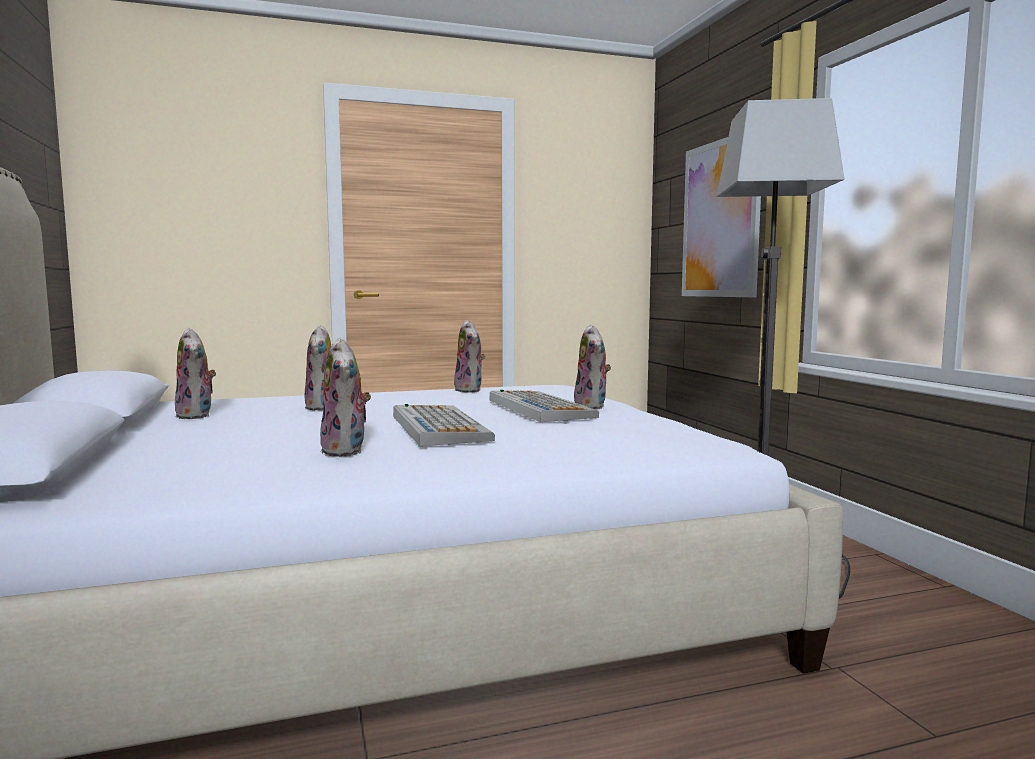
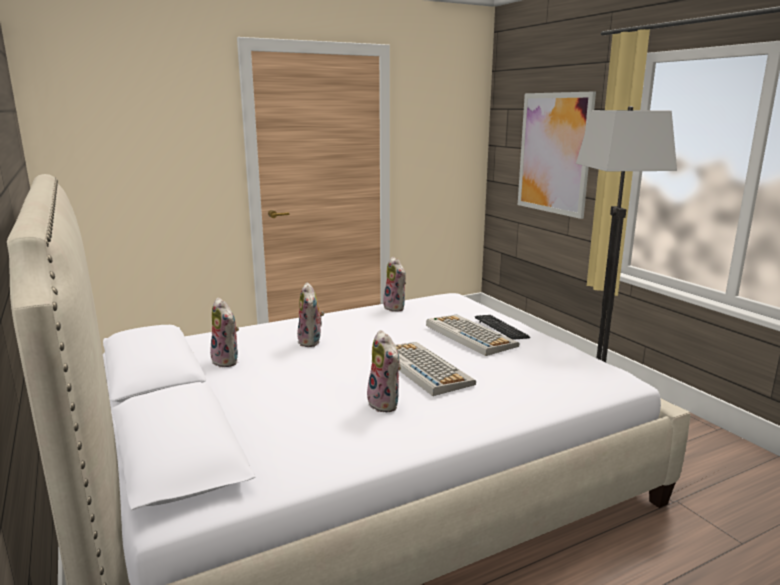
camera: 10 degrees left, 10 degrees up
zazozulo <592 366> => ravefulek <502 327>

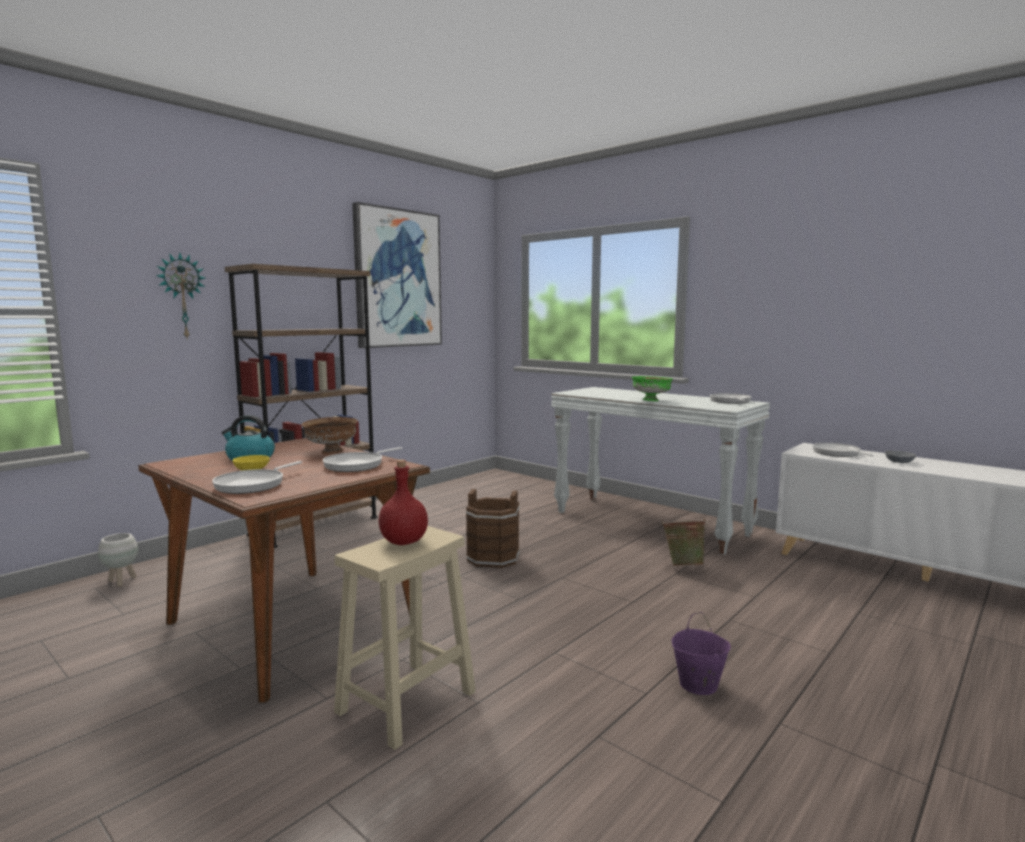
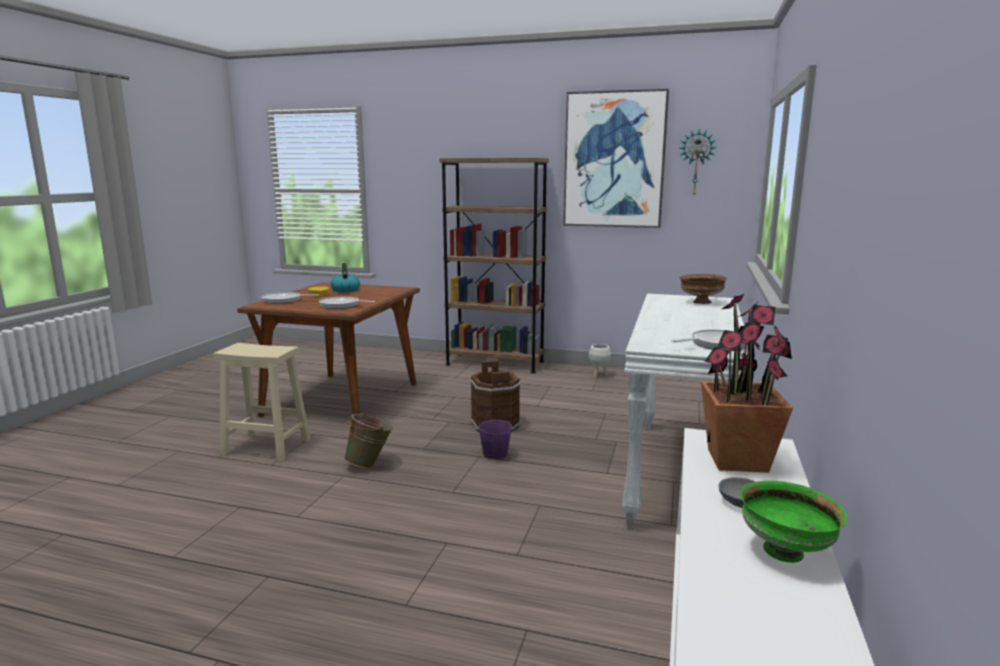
camera: 65 degrees right, 5 degrees up
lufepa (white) <118 560> => lufepa (white) <600 361>, move
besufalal <180 295> => besufalal <698 161>, move
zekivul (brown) <329 435> => zekivul (brown) <703 289>, move
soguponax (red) <403 502> => nothing
zekivul (green) <652 388> => zekivul (green) <793 522>, move
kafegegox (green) <684 542> => kafegegox (green) <368 440>, move
kafegegox (purple) <701 653> => kafegegox (purple) <495 433>, move
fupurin <842 450> => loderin <747 383>

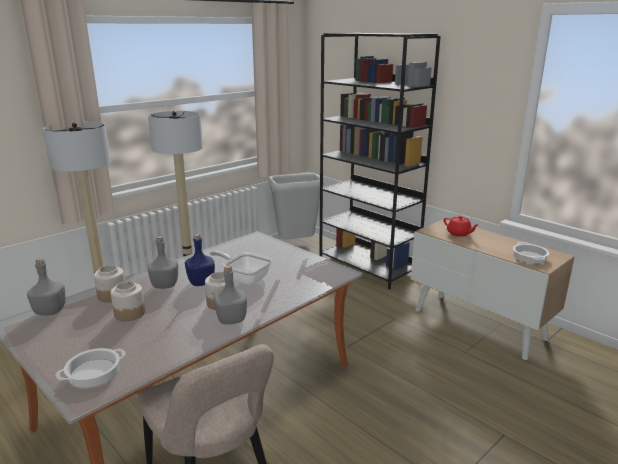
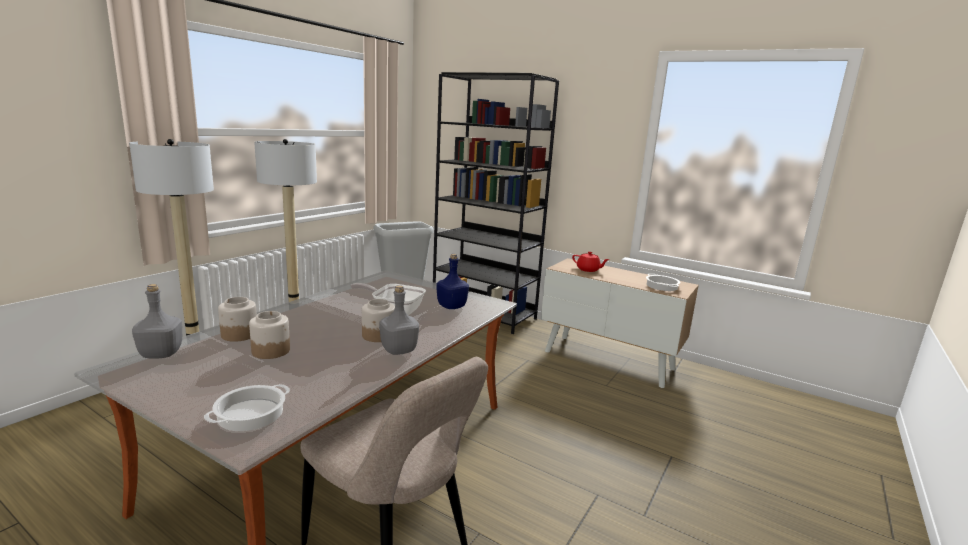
camera: 15 degrees left, 5 degrees down
soguponax (grey) <163 262> => nothing
soguponax (blue) <200 260> => soguponax (blue) <452 281>, move

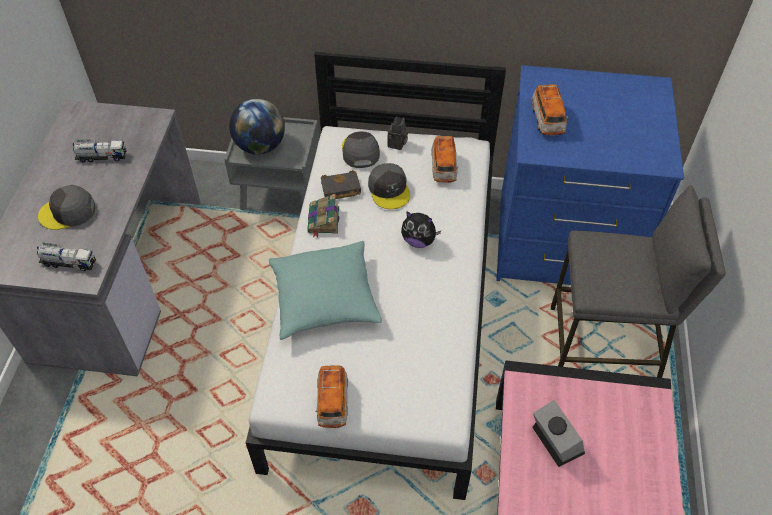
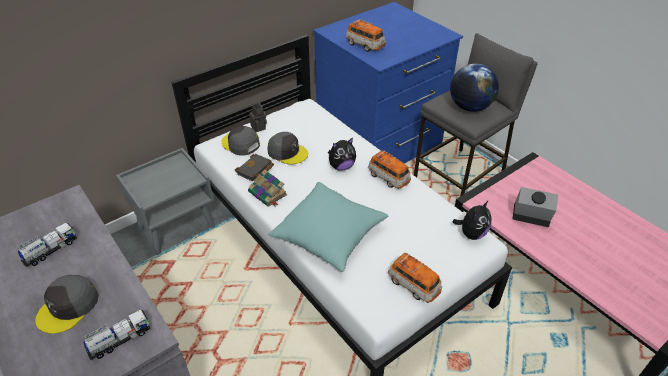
camera: 45 degrees left, 10 degrees down
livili <257 127> => livili <474 88>, move
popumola <444 159> => popumola <389 170>, move
nothing => zazozulo <471 220>

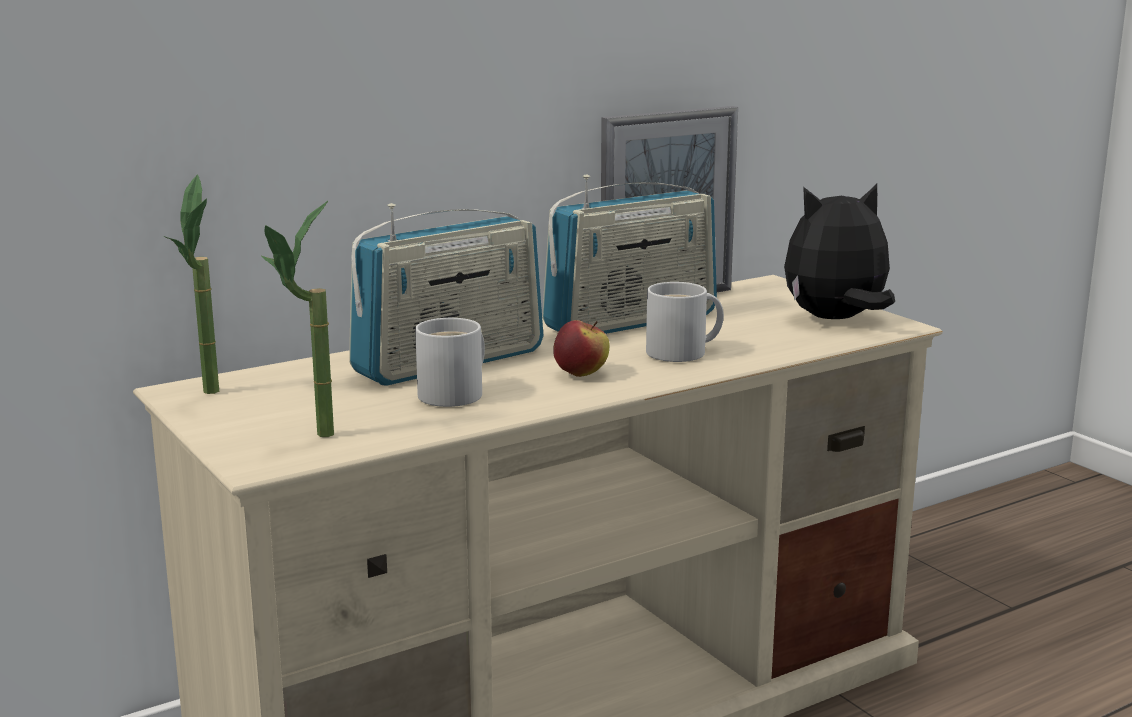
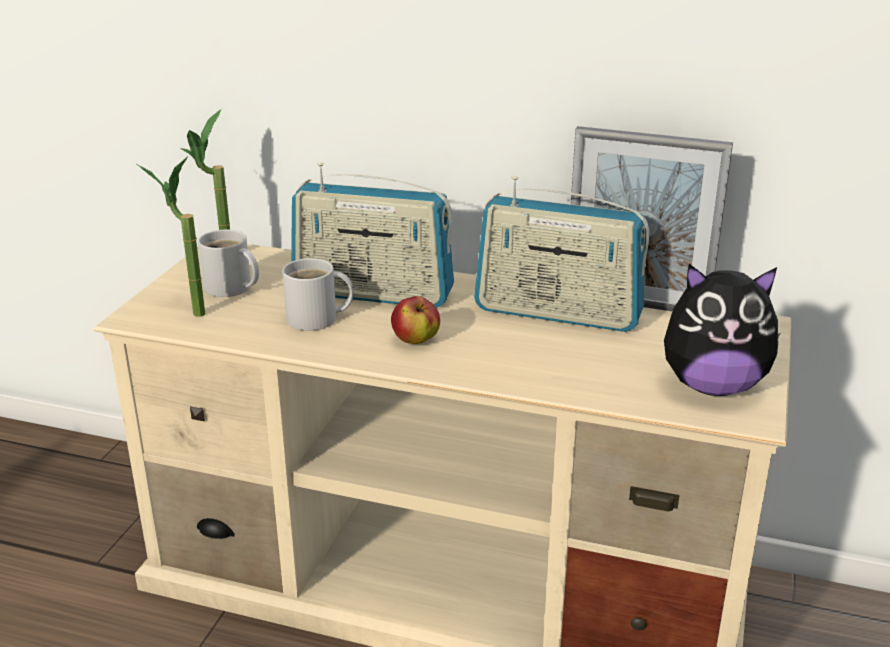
camera: 50 degrees right, 10 degrees up
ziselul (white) <685 322> => ziselul (white) <228 263>, move
zazozulo <839 251> => zazozulo <722 330>, 150 degrees clockwise

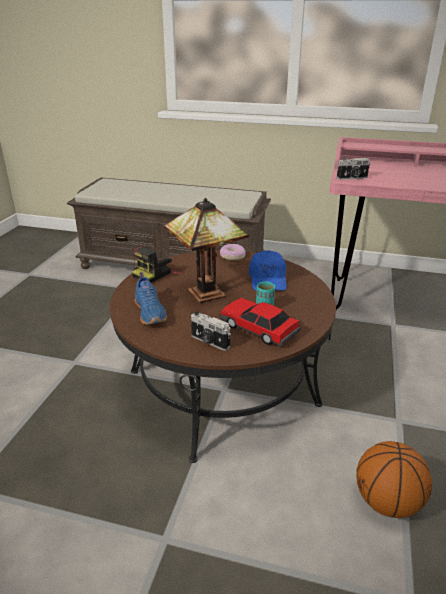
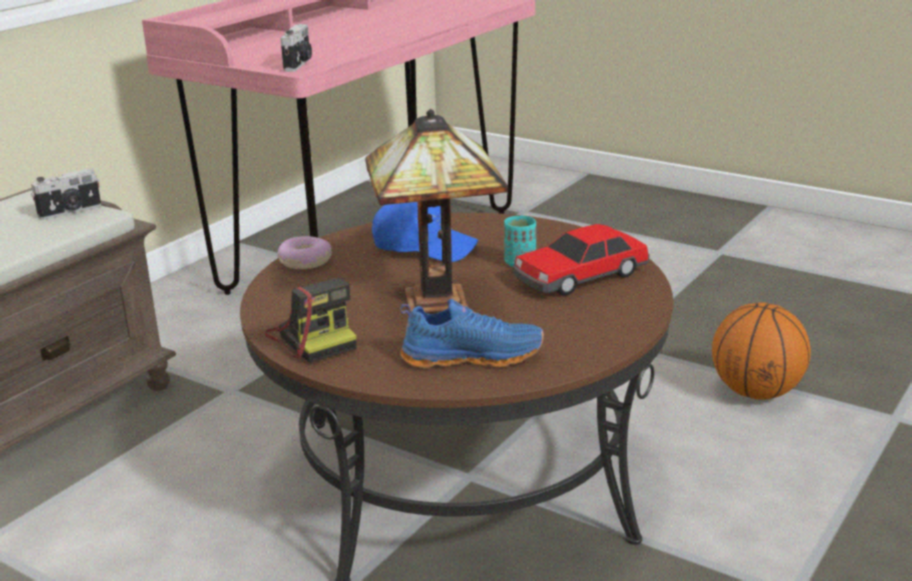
camera: 70 degrees left, 5 degrees down
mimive <211 331> => mimive <66 194>, move

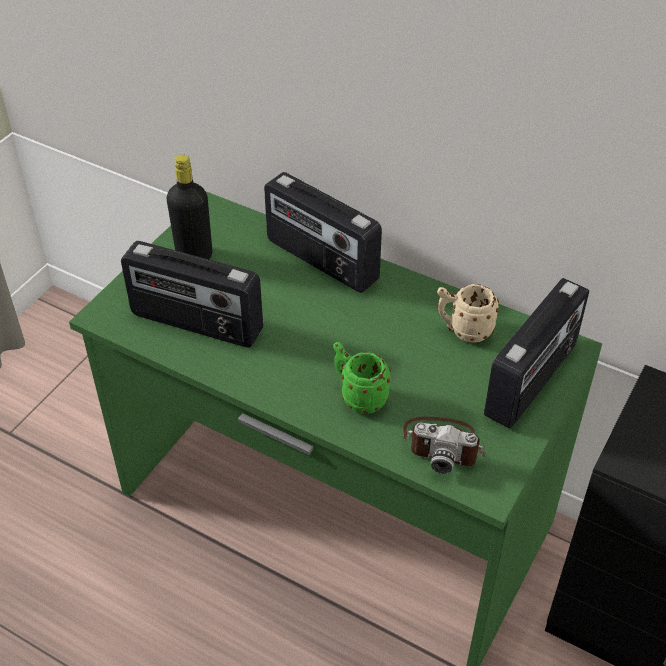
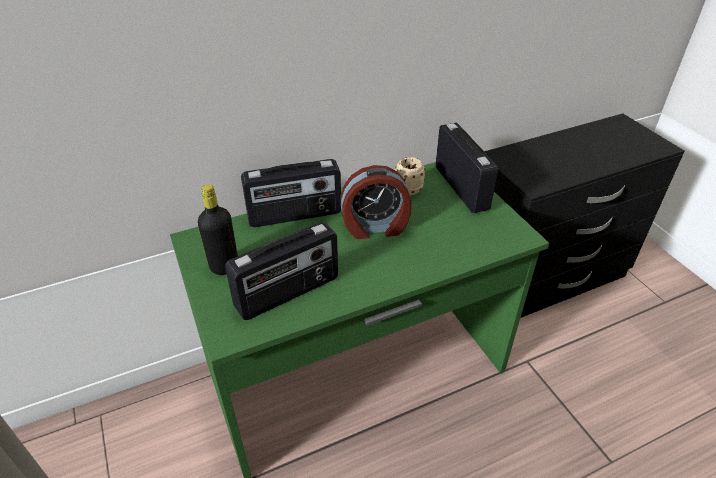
camera: 55 degrees left, 5 degrees down
ziselul (green) <362 378> => nothing
mimive <444 445> => nothing
nothing => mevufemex <375 202>

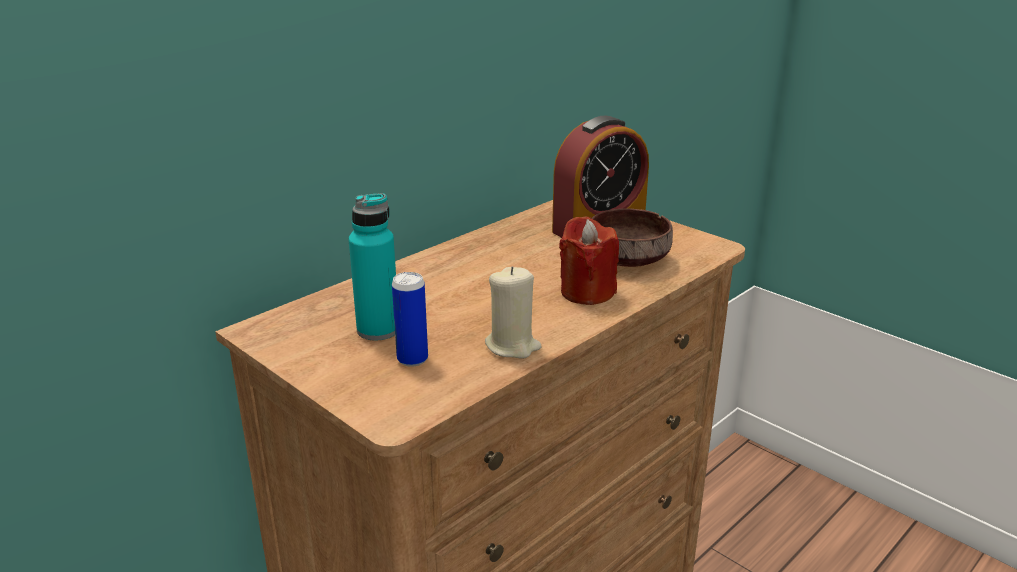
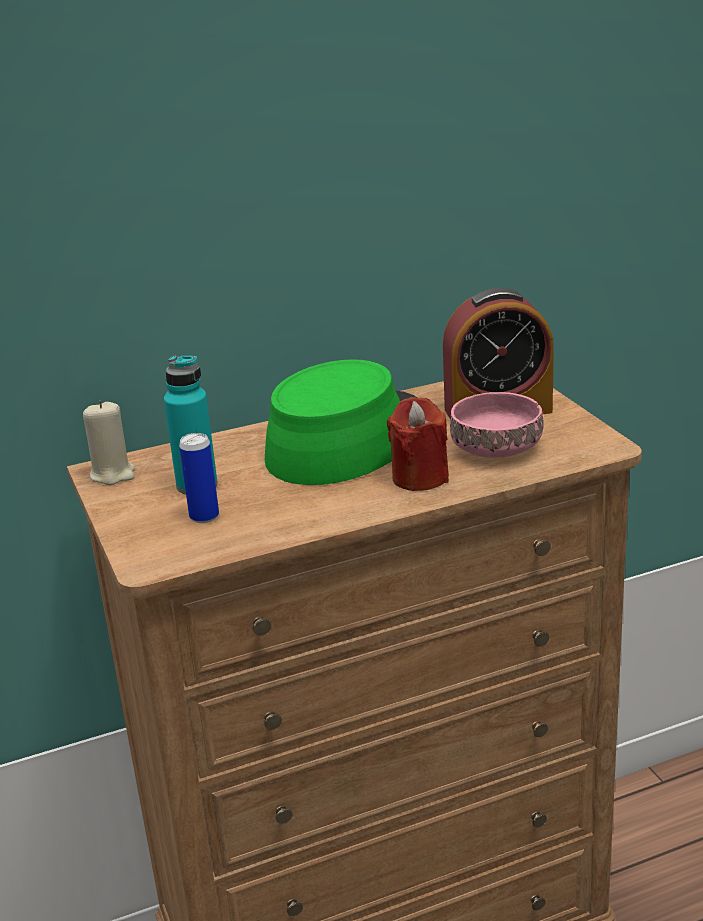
camera: 25 degrees right, 0 degrees up
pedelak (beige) <513 312> => pedelak (beige) <109 443>, move
zekivul (brown) <632 237> => zekivul (pink) <497 425>
nothing => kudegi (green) <341 422>

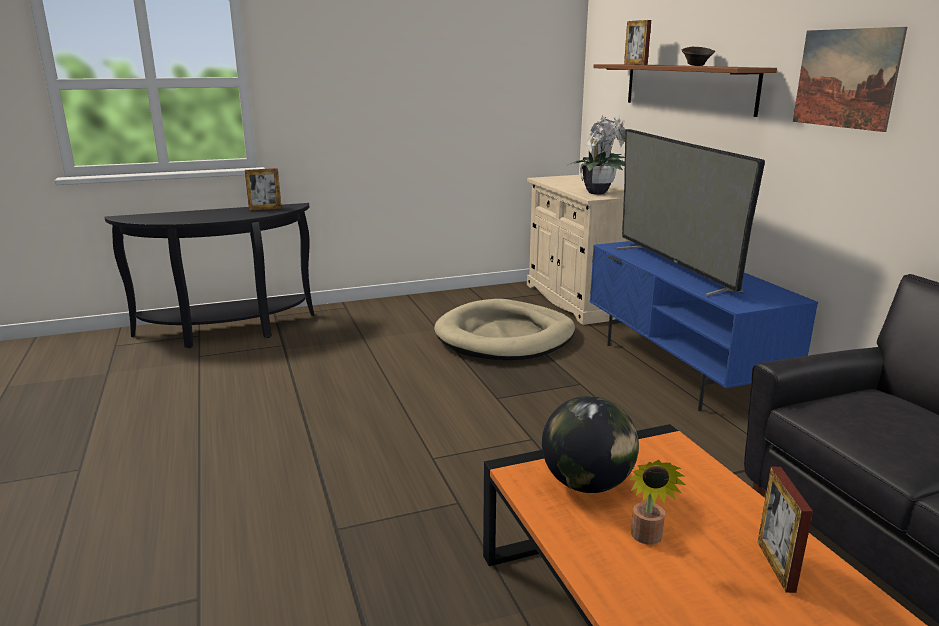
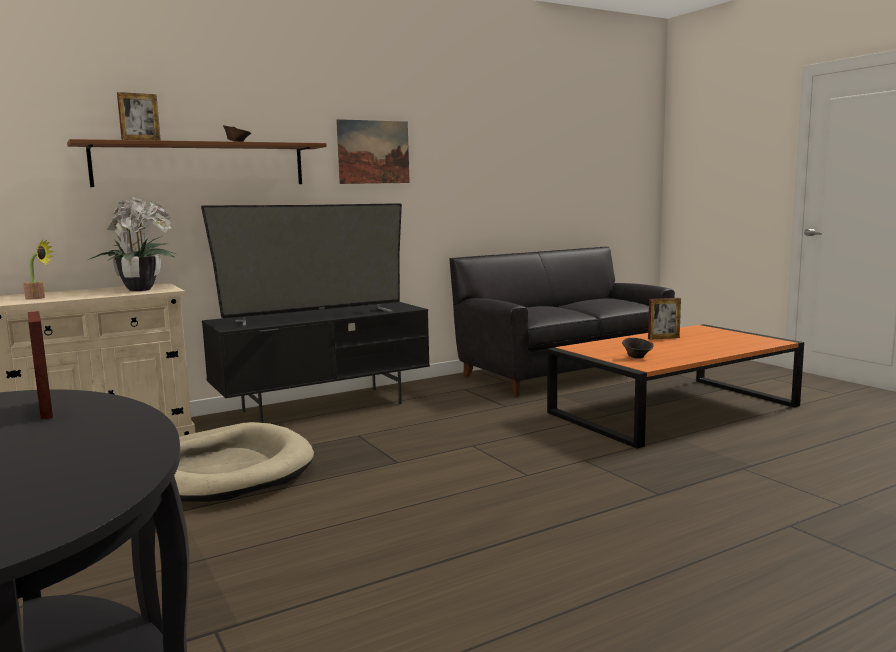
camera: 100 degrees left, 10 degrees down
livili <590 444> => zekivul (brown) <638 348>
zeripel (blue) <704 326> => zeripel (black) <316 362>
loderin <657 502> => loderin <38 269>, move

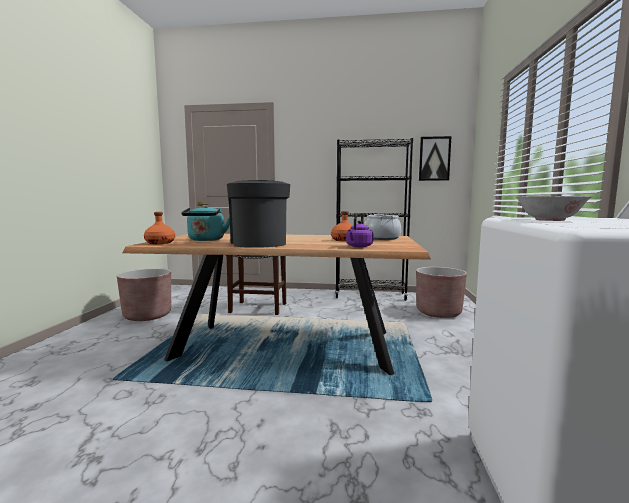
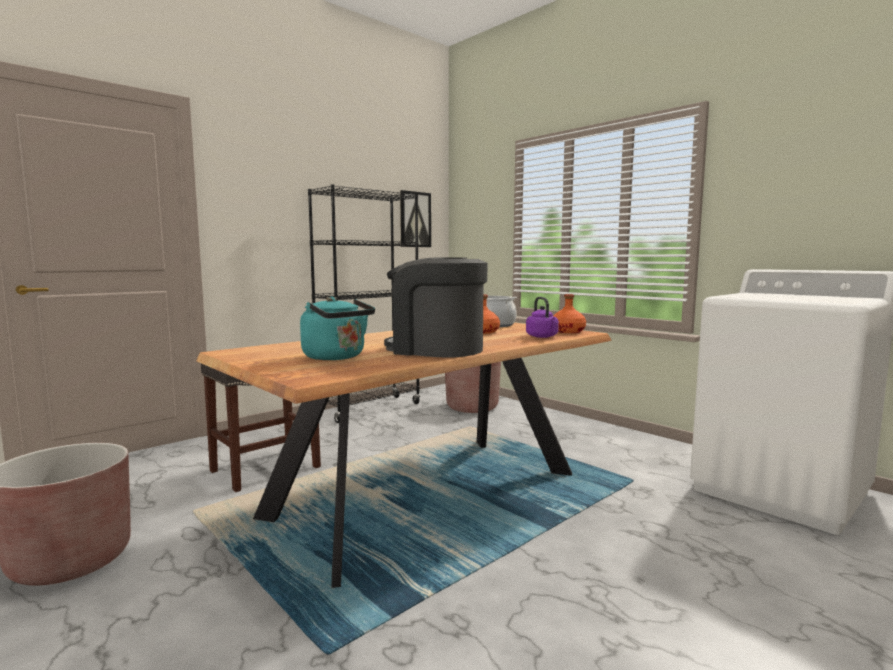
camera: 50 degrees left, 0 degrees up
soguponax (orange) <159 228> => soguponax (orange) <569 313>, move
zekivul (white) <554 208> => nothing

